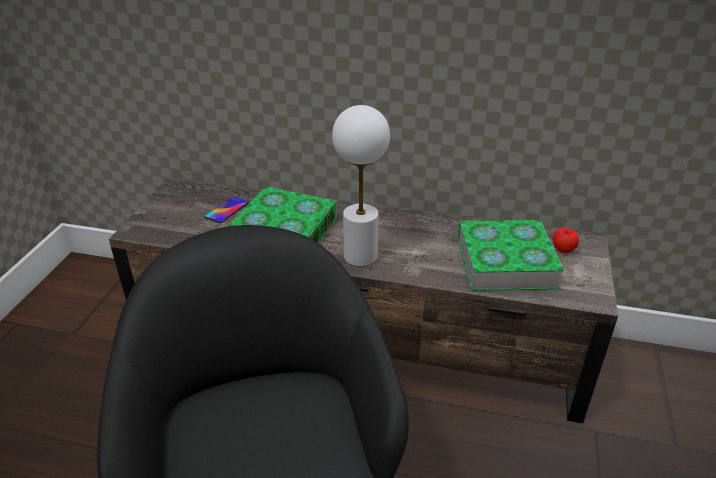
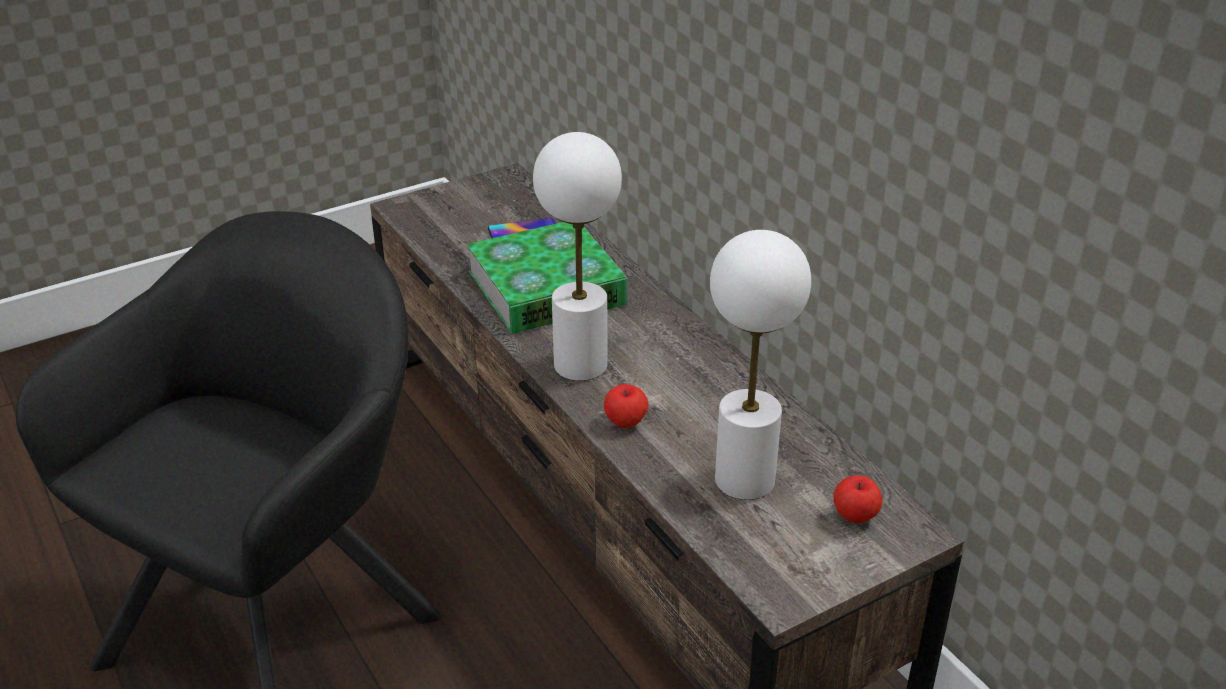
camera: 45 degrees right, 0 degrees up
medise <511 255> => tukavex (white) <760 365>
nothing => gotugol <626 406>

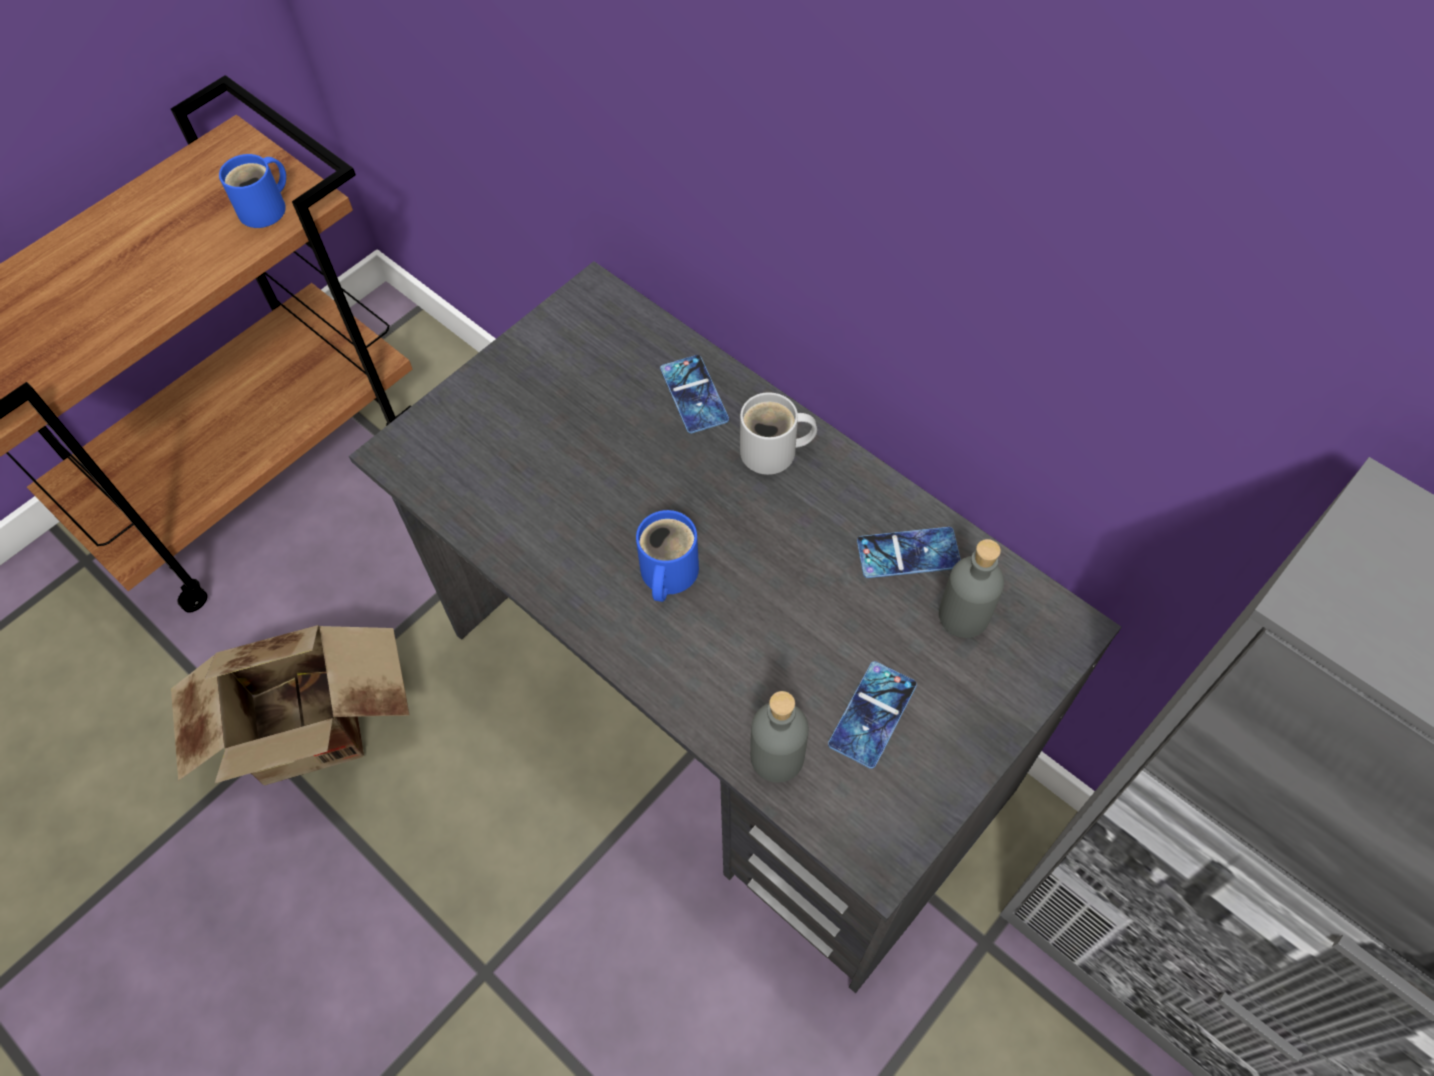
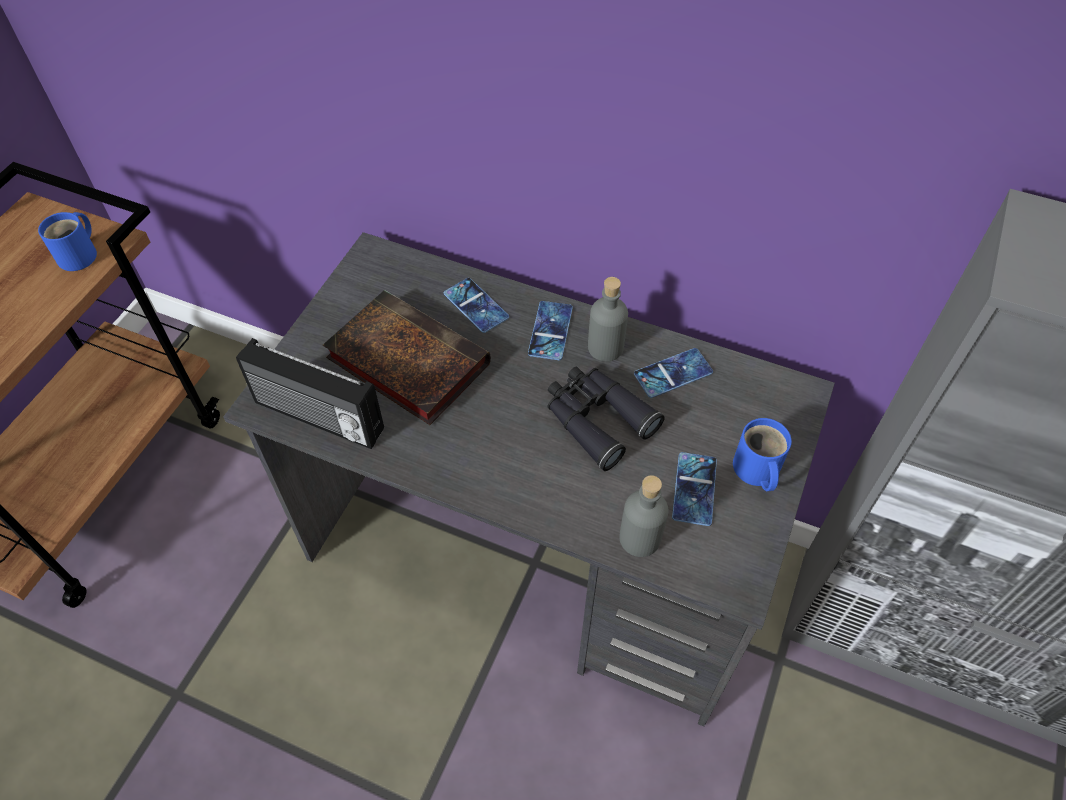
camera: 20 degrees left, 5 degrees down
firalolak <290 705> => nothing
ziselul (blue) <667 556> => ziselul (blue) <762 454>, move
ziselul (white) <778 433> => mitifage <550 330>
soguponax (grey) <971 588> => soguponax (grey) <608 319>, move
nothing => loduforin <310 393>
nothing => medise <407 357>
nothing => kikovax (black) <606 419>

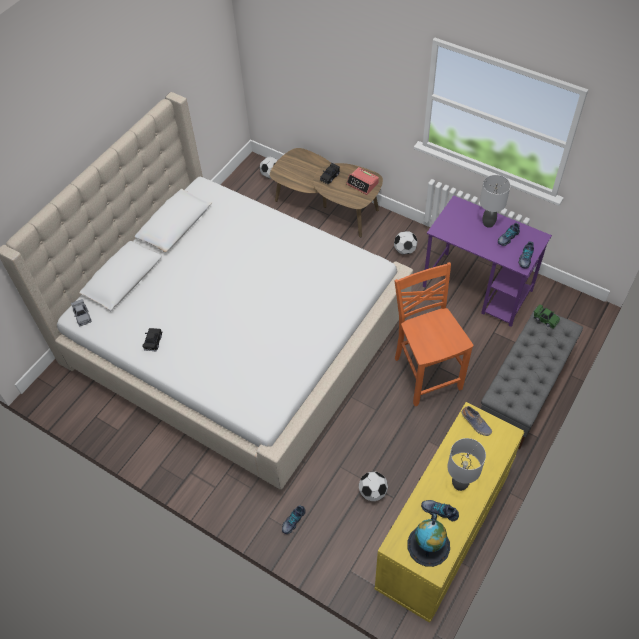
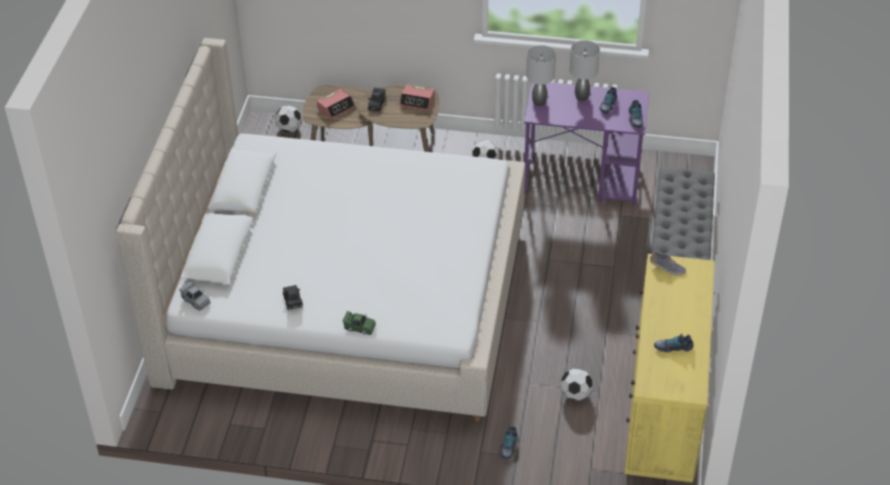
camera: 25 degrees left, 10 degrees down
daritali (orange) <434 334> => nothing
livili <428 540> => nothing
tukavex (grey) <466 464> => tukavex (grey) <541 75>, move
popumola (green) <546 316> => popumola (green) <359 323>, move
nothing => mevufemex <336 104>

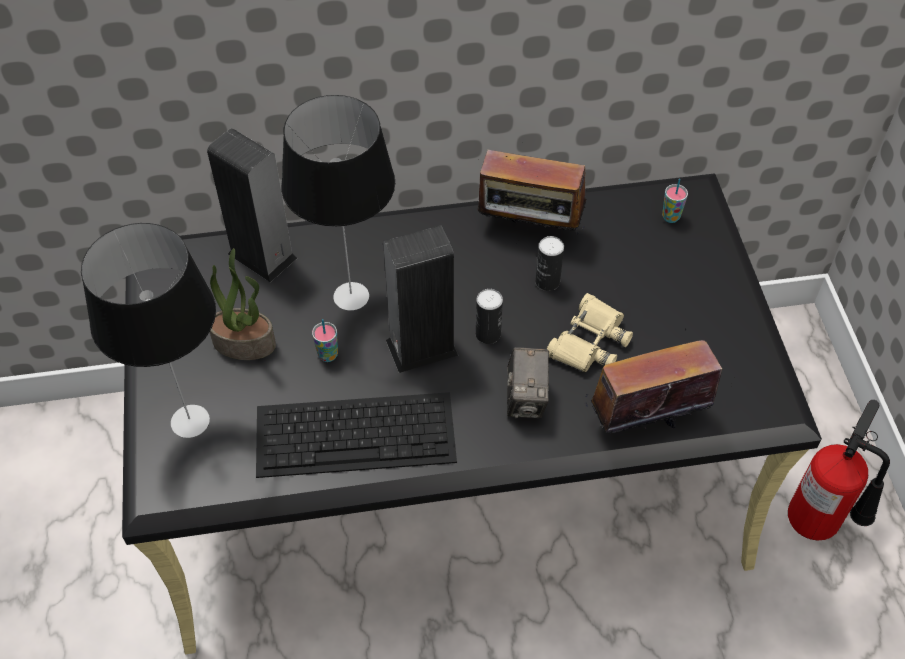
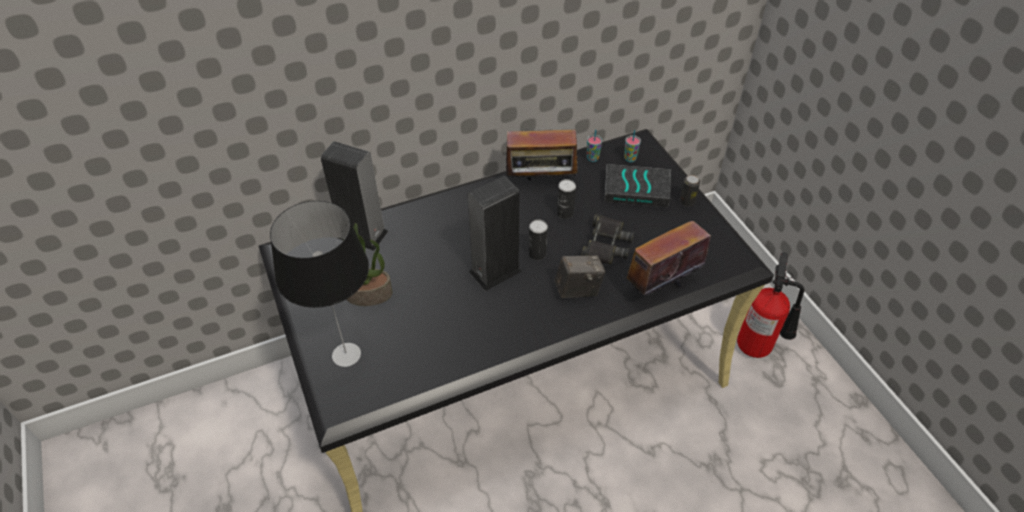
camera: 15 degrees left, 5 degrees down
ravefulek <356 435> => nothing
tukavex <338 202> => nothing
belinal <325 340> => belinal <594 146>, move
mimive <528 382> => mimive <579 276>, 90 degrees counterclockwise
kikovax (beige) <590 332> => kikovax (black) <607 239>
nothing => medise <637 185>
nothing => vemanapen <690 190>

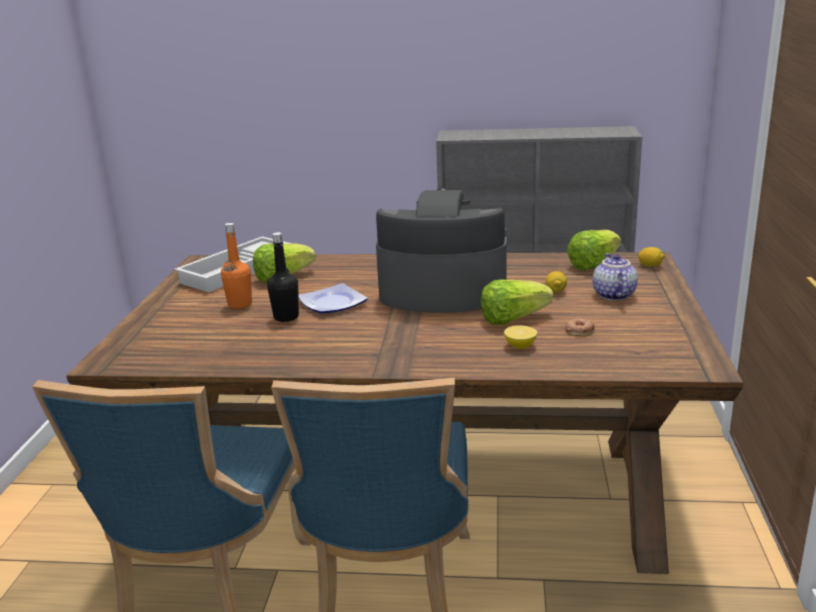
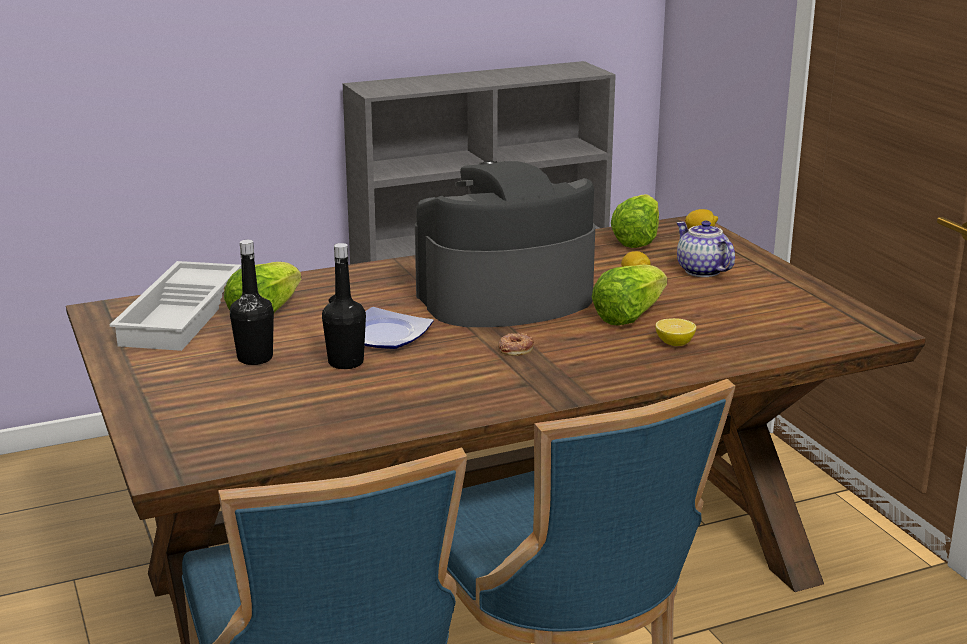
camera: 30 degrees left, 0 degrees up
soguponax (orange) <236 266> => soguponax (black) <252 302>
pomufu <580 327> => pomufu <516 344>, move

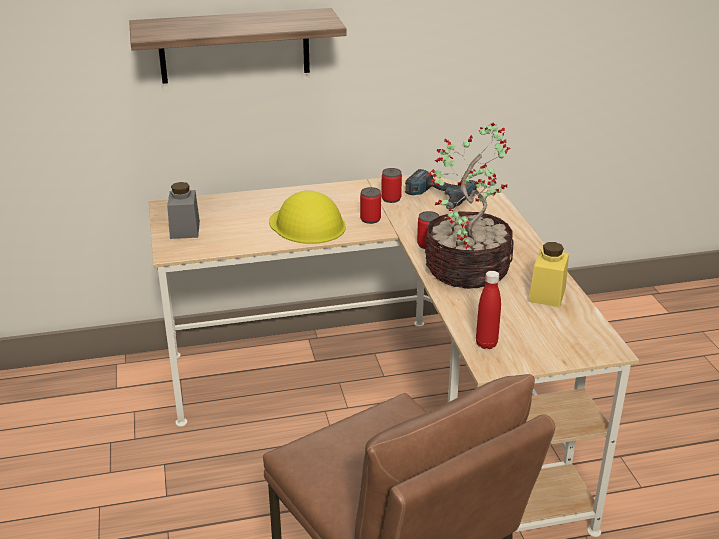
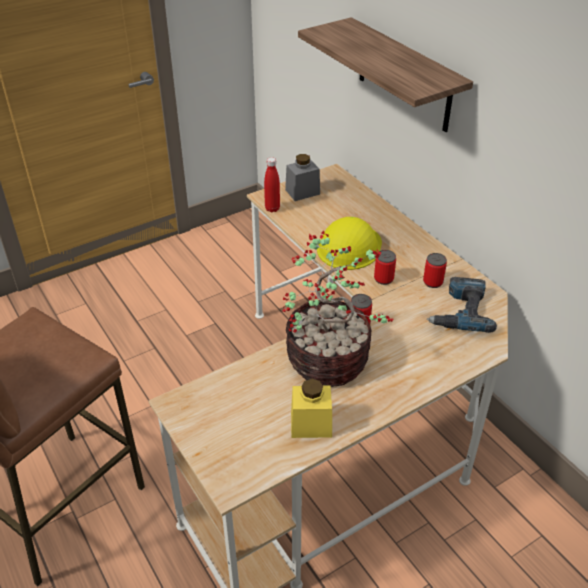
camera: 70 degrees right, 10 degrees up
soguponax (red) <488 310> => soguponax (red) <272 184>, move

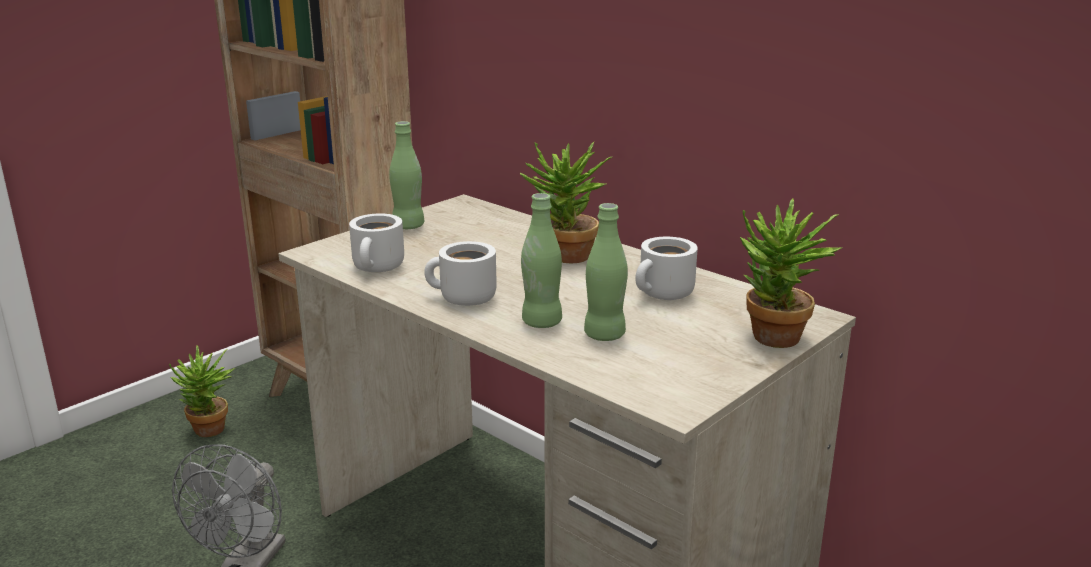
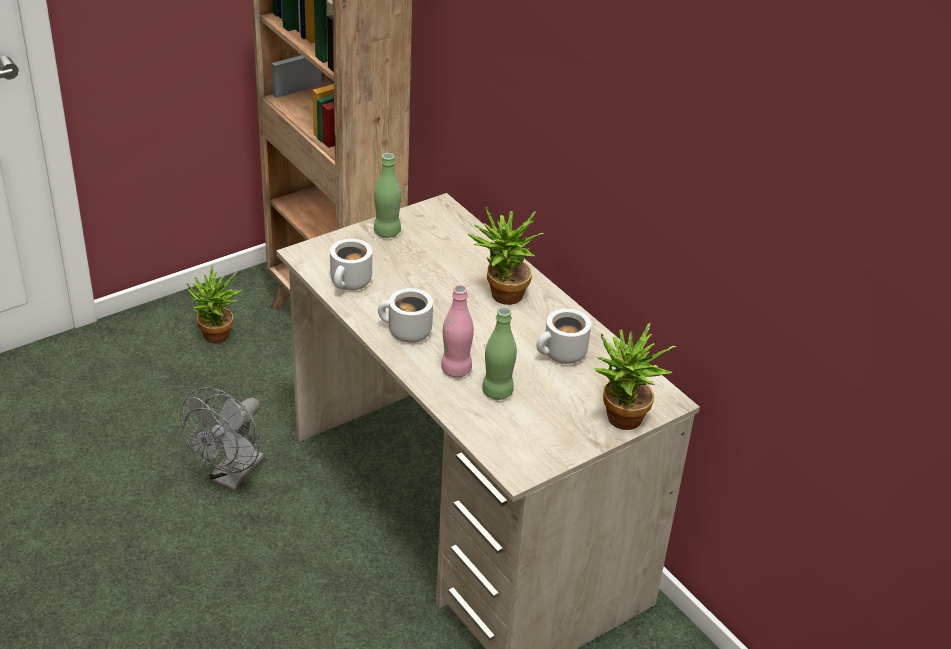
camera: 10 degrees right, 15 degrees up
soguponax (green) <541 260> => soguponax (pink) <457 331>

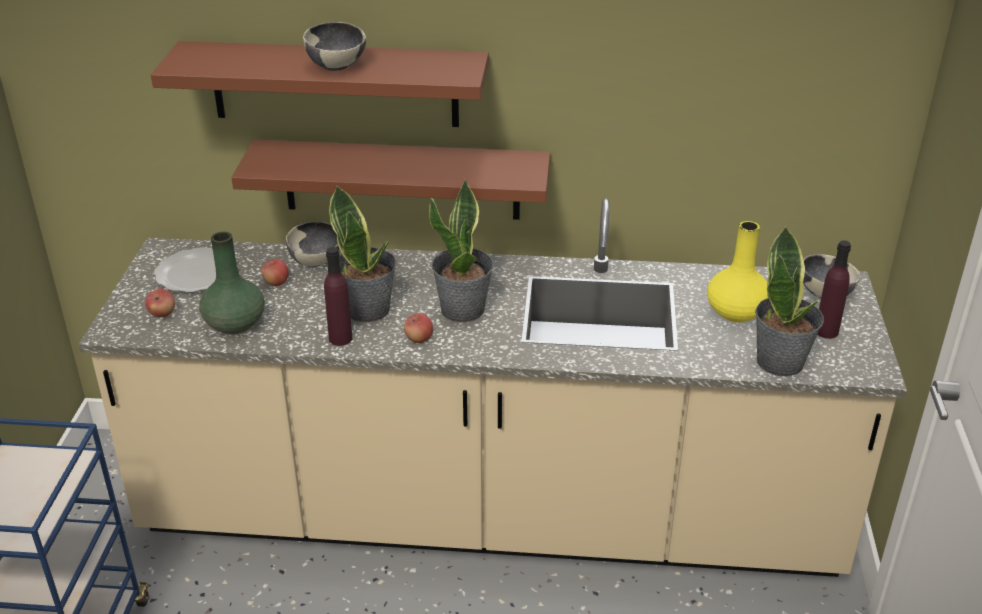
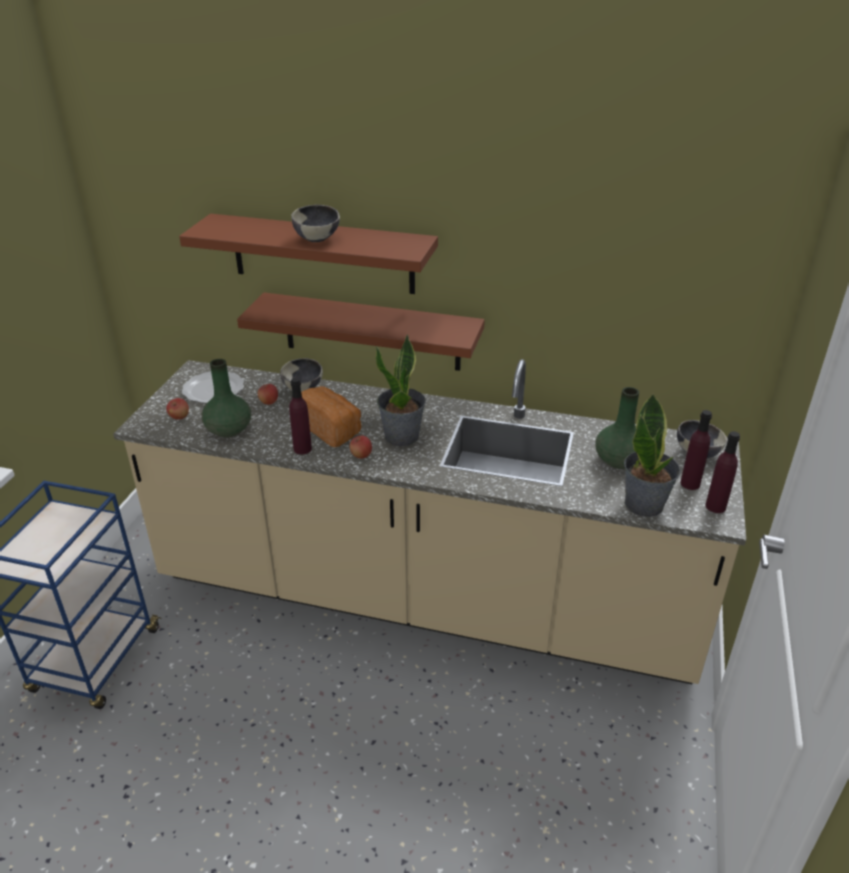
camera: 10 degrees right, 0 degrees up
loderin <363 254> => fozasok <331 416>
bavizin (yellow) <737 272> => bavizin (green) <617 428>
nothing => soguponax (purple) <722 472>

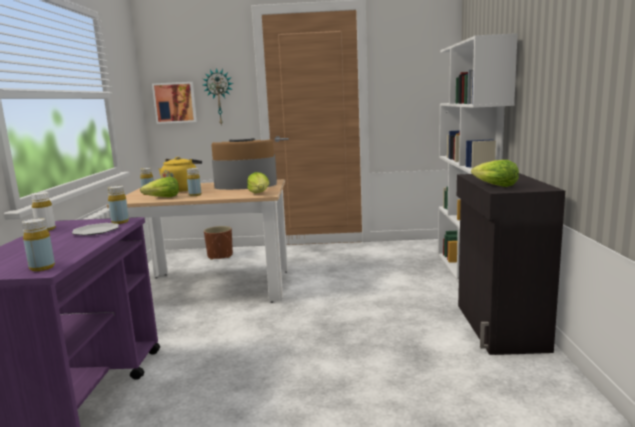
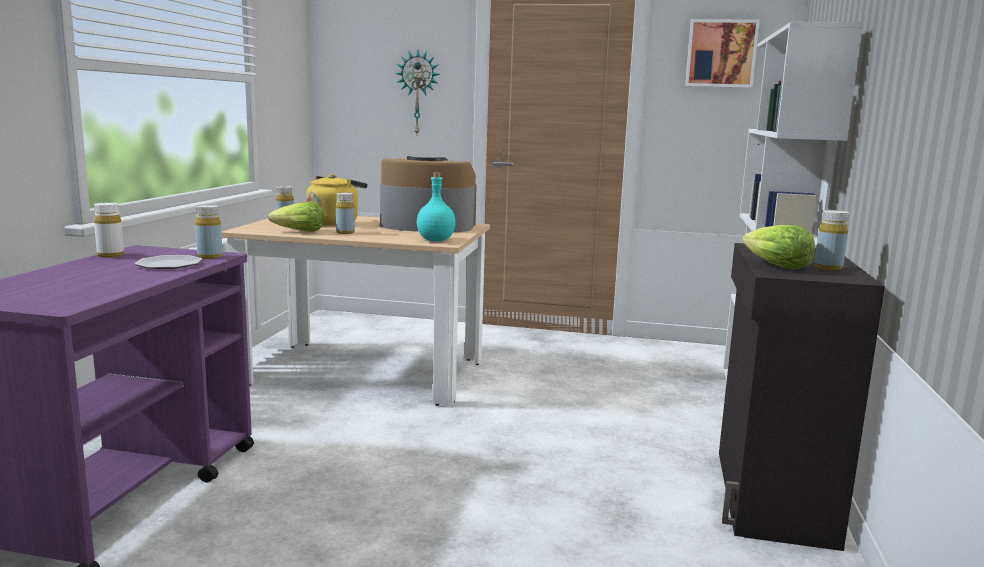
camera: 10 degrees right, 0 degrees up
soguponax (yellow) <38 244> => soguponax (yellow) <831 240>, move
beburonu <174 103> => beburonu <722 53>, move
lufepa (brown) <218 243> => nothing
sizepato <258 182> => soguponax (turquoise) <436 206>

